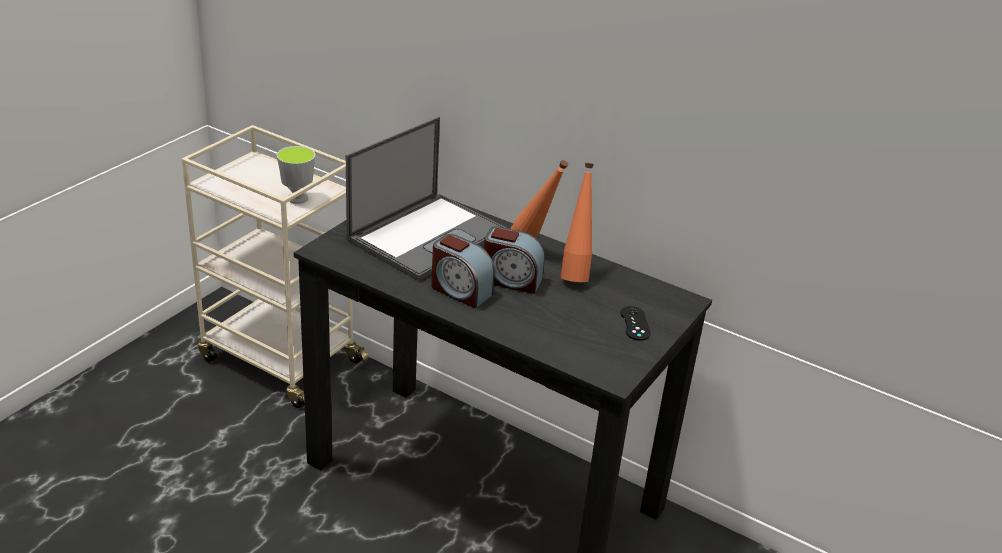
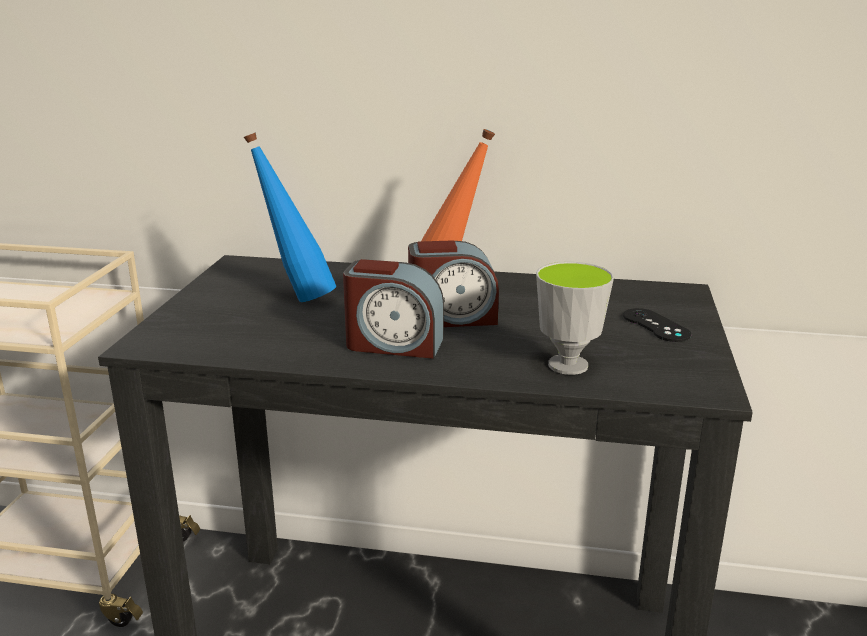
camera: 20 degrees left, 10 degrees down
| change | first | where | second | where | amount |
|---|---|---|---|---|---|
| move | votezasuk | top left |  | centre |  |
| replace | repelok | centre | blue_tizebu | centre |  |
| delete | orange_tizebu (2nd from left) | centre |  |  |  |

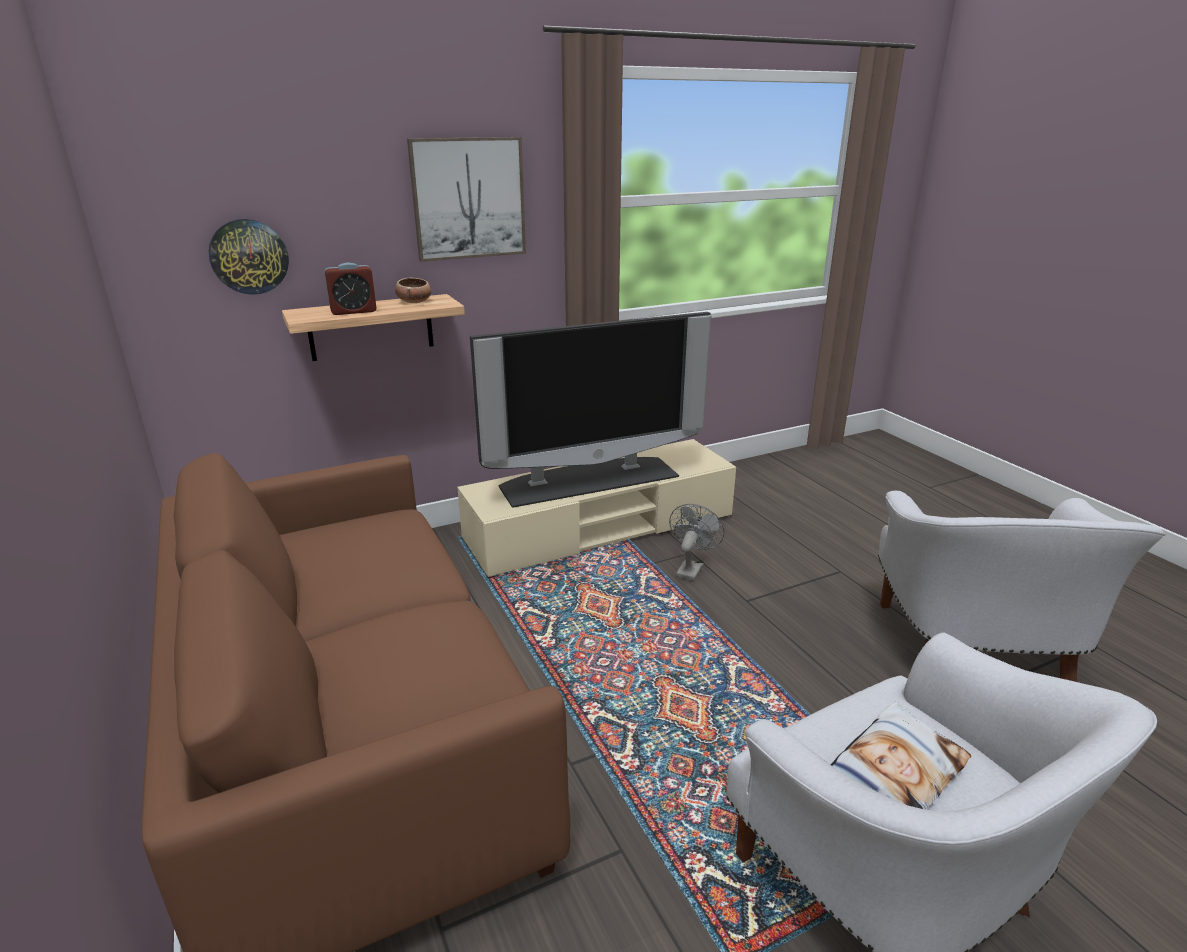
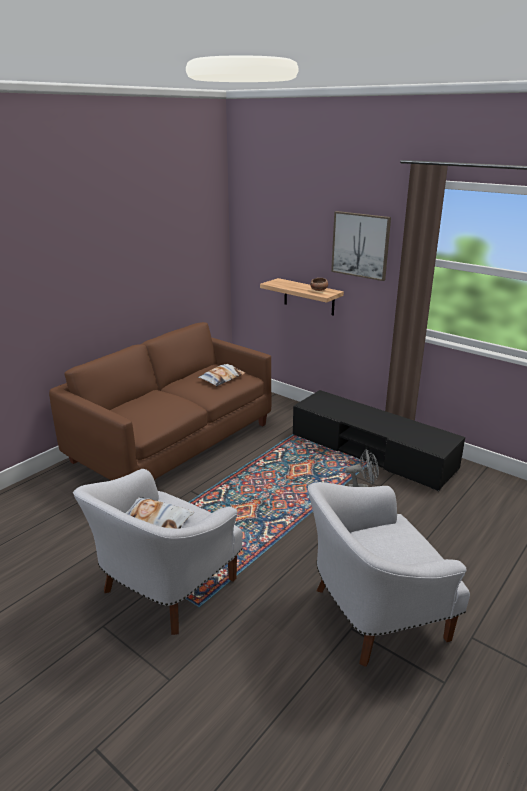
camera: 65 degrees right, 0 degrees up
| change | first | where | second | where | amount |
|---|---|---|---|---|---|
| delete | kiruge | top left |  |  |  |
| delete | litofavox | top left |  |  |  |
| recolor | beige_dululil | centre | black_dululil | middle right |  |
| delete | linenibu | centre |  |  |  |
| insert |  |  | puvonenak (2nd from left) | centre |  |

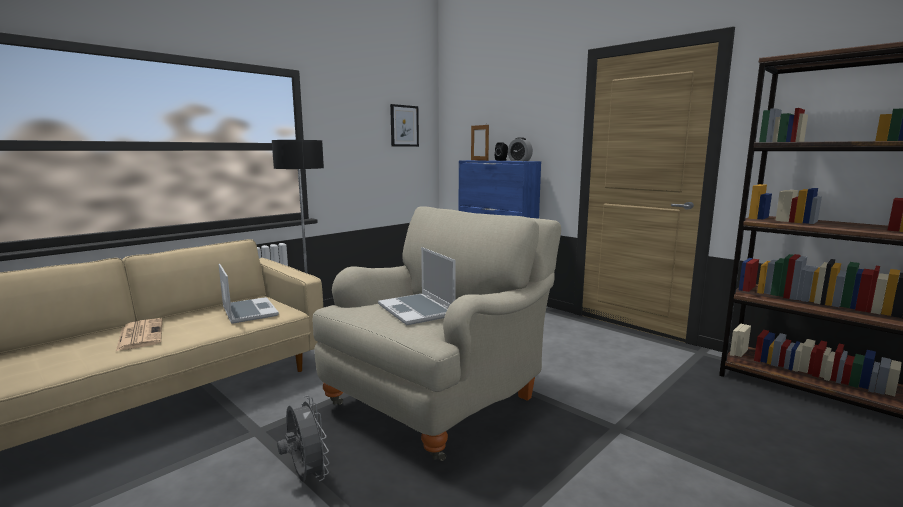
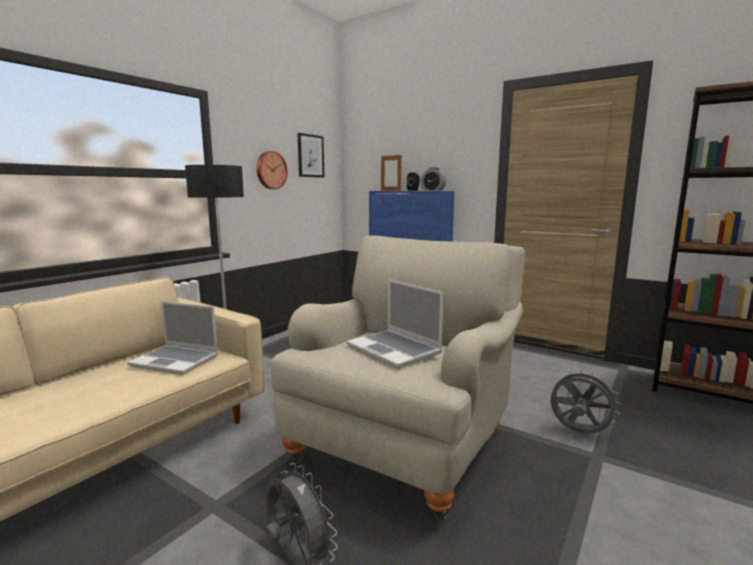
camera: 10 degrees left, 0 degrees up
| change | first | where | second | where | amount |
|---|---|---|---|---|---|
| delete | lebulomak | middle left |  |  |  |
| rotate | repelok (1st from left) | middle left |  | middle left | 150 degrees clockwise |
| insert |  |  | kiruge | top centre |  |
| insert |  |  | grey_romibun (2nd from left) | bottom right |  |

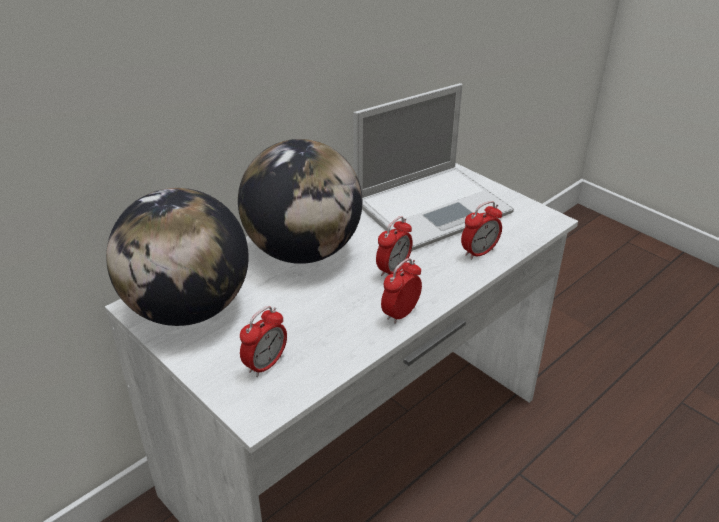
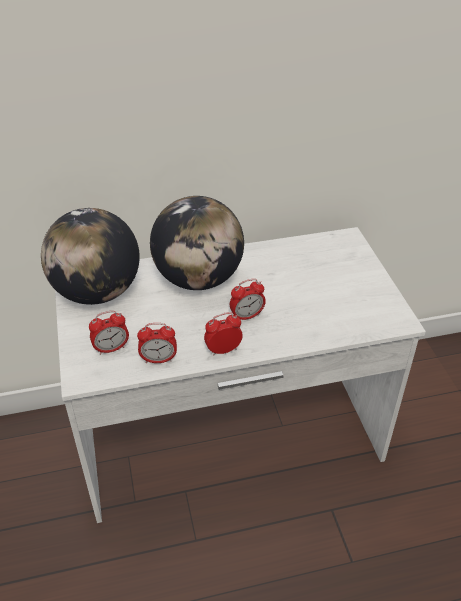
camera: 30 degrees right, 5 degrees up
| change | first | where | second | where | amount |
|---|---|---|---|---|---|
| delete | repelok | top centre |  |  |  |
| move | litofavox (4th from left in the first image) | middle right | litofavox (2nd from left) | centre |  |

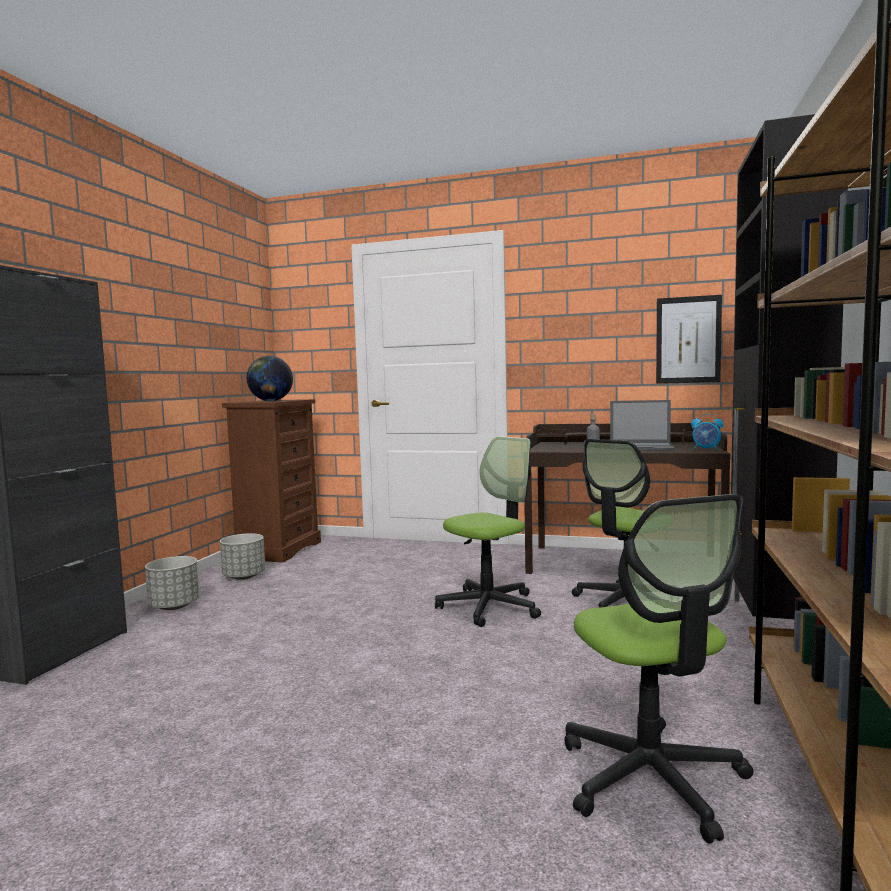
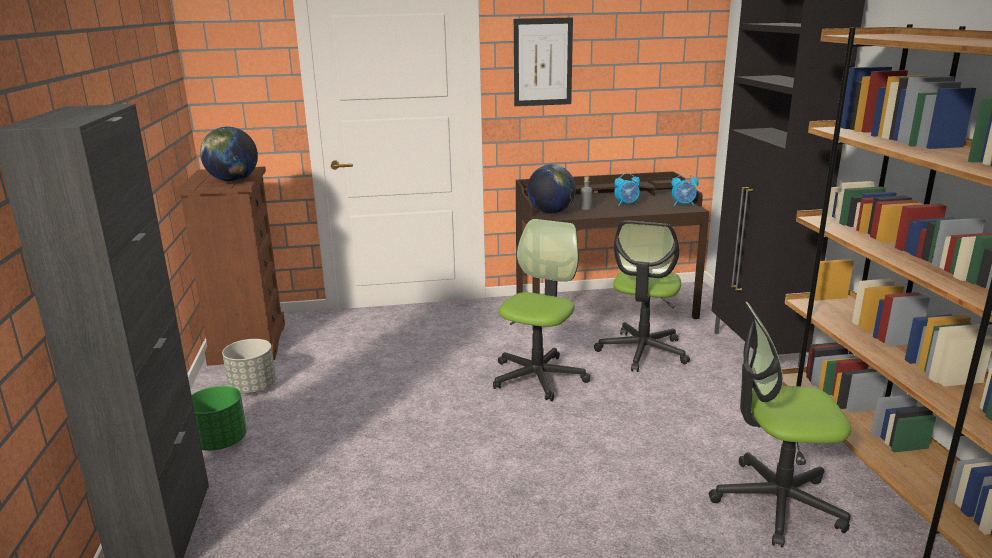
camera: 25 degrees left, 15 degrees up
| change | first | where | second | where | amount |
|---|---|---|---|---|---|
| recolor | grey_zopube (1st from left) | middle left | green_zopube | bottom left |  |
| rotate | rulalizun (3rd from left) | bottom right |  | bottom right | 135 degrees clockwise |
| replace | repelok | middle right | litofavox (1st from left) | centre |  |
| move | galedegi | middle right |  | top centre |  |
| insert |  |  | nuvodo (2nd from left) | centre |  |

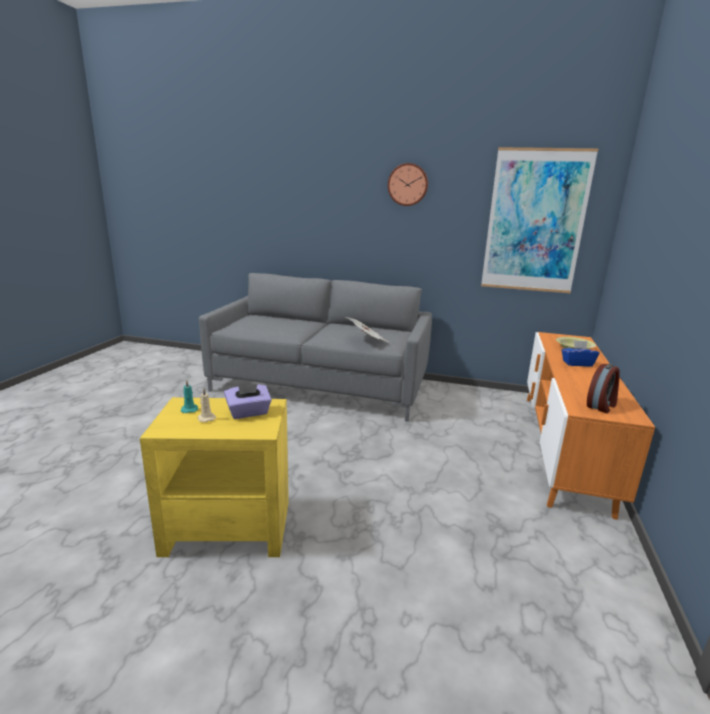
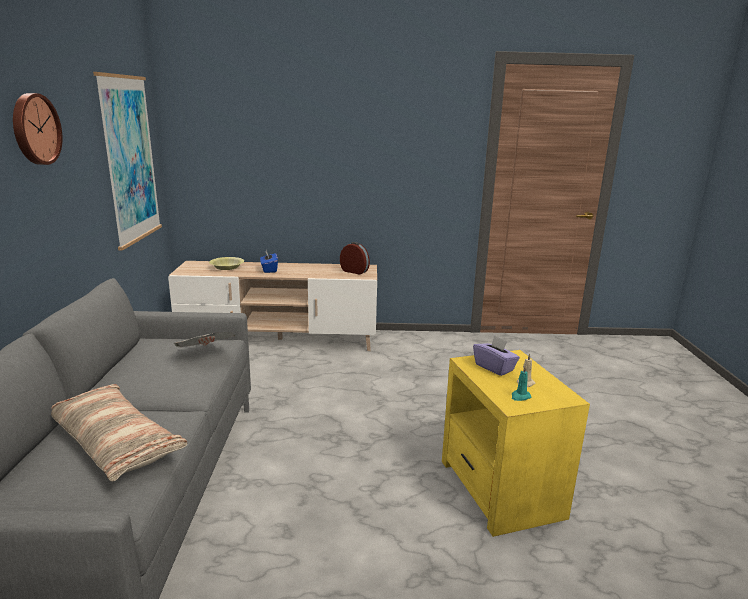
camera: 105 degrees left, 0 degrees up
| change | first | where | second | where | amount |
|---|---|---|---|---|---|
| recolor | orange_dululil | middle right | beige_dululil | centre |  |
| insert |  |  | puvonenak | bottom left |  |

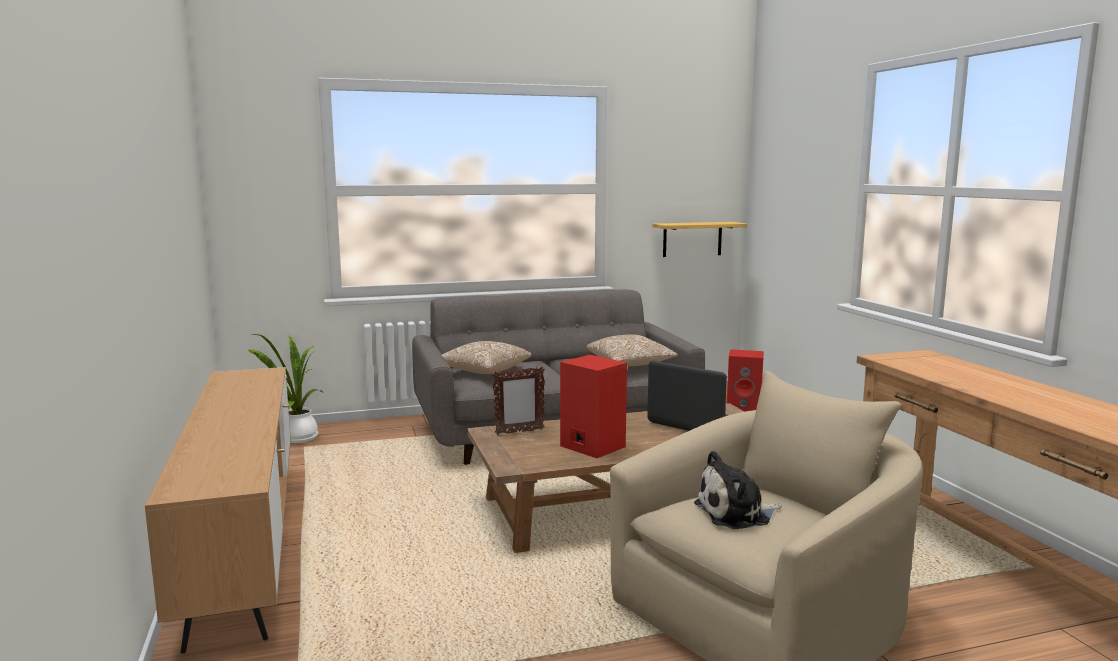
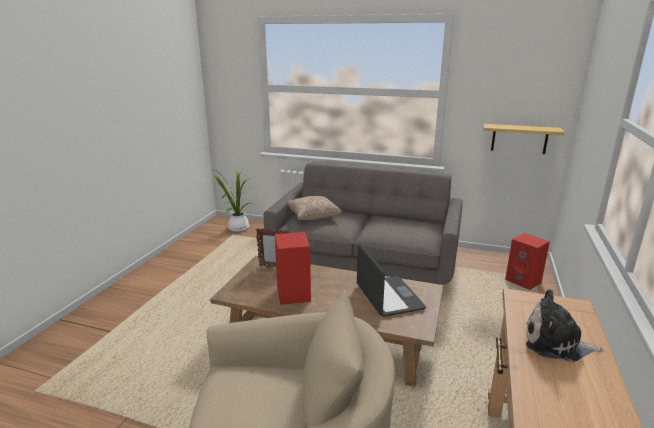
camera: 35 degrees right, 10 degrees up
| change | first | where | second | where | amount |
|---|---|---|---|---|---|
| delete | brown_dululil | bottom left |  |  |  |
| delete | puvonenak (2nd from left) | centre |  |  |  |
| move | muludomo | bottom centre |  | bottom right |  |

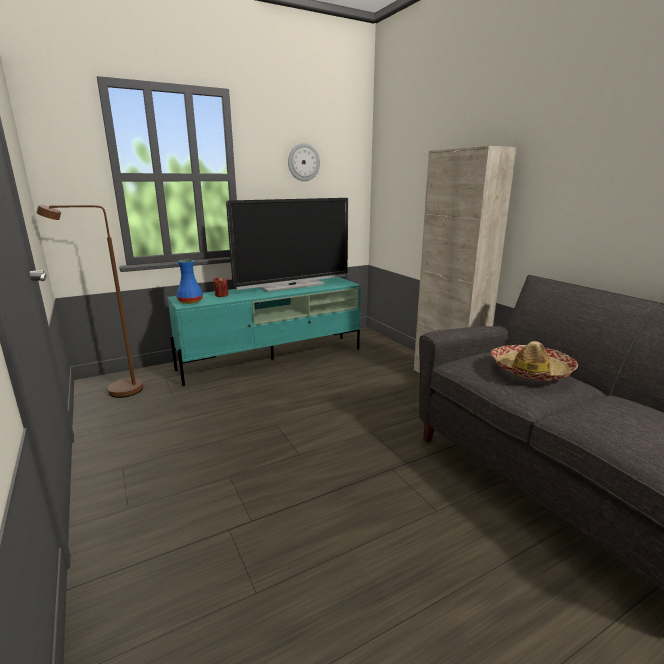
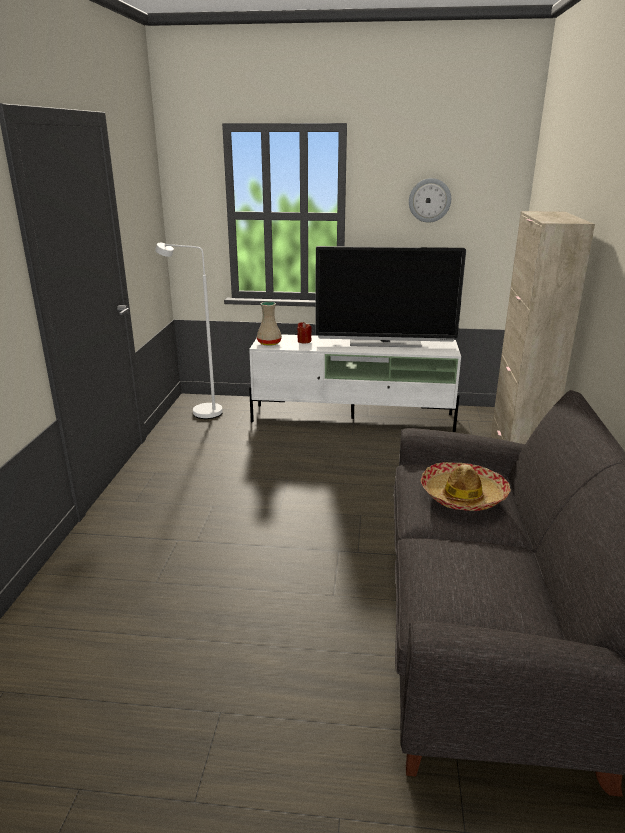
camera: 35 degrees right, 5 degrees up
| change | first | where | second | where | amount |
|---|---|---|---|---|---|
| recolor | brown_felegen | middle left | white_felegen | middle left |  |
| recolor | turquoise_dululil | centre | white_dululil | centre |  |
| recolor | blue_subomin | middle left | beige_subomin | centre |  |

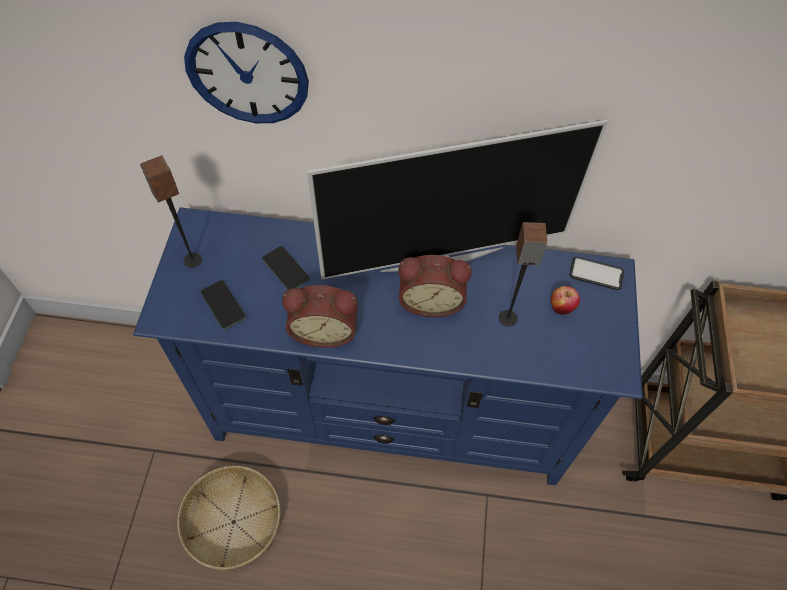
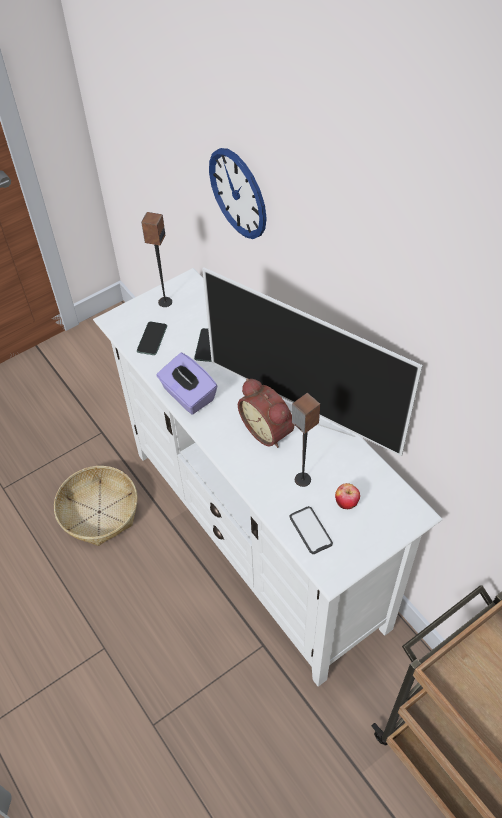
camera: 50 degrees right, 5 degrees down
| change | first | where | second | where | amount |
|---|---|---|---|---|---|
| recolor | blue_dululil | centre | white_dululil | centre |  |
| replace | litofavox (1st from left) | centre | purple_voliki | centre |  |
| move | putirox (3rd from left) | middle right |  | centre |  |

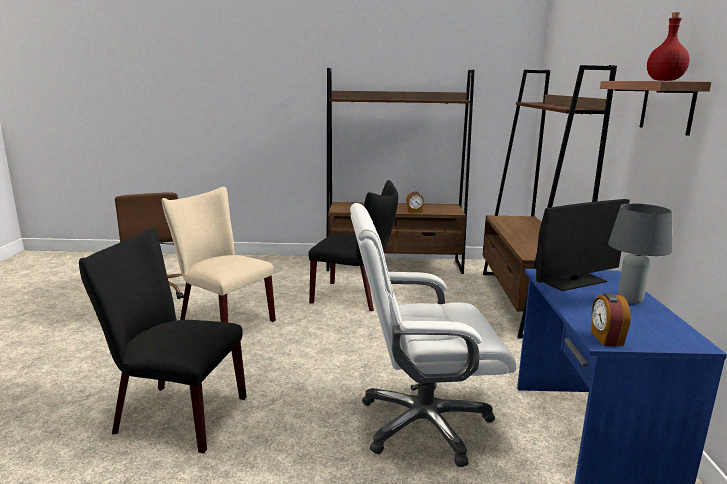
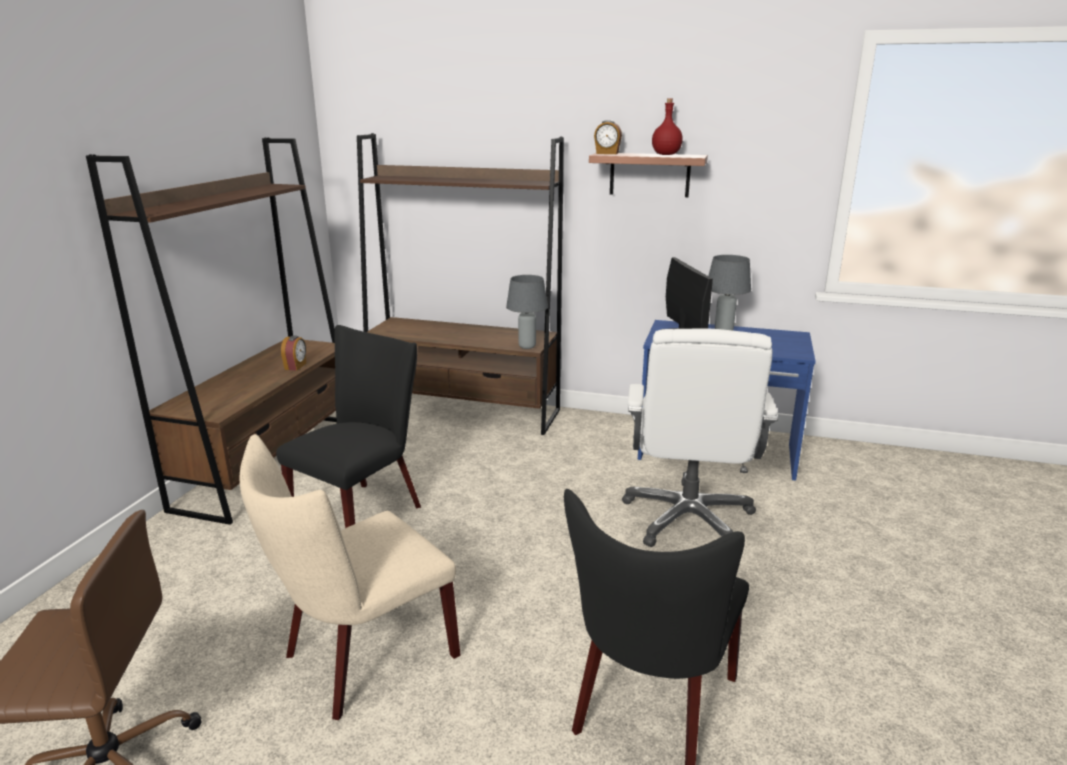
camera: 75 degrees left, 5 degrees up
| change | first | where | second | where | amount |
|---|---|---|---|---|---|
| move | litofavox (2nd from left) | middle right |  | top centre |  |
| insert |  |  | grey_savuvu (1st from left) | centre |  |

